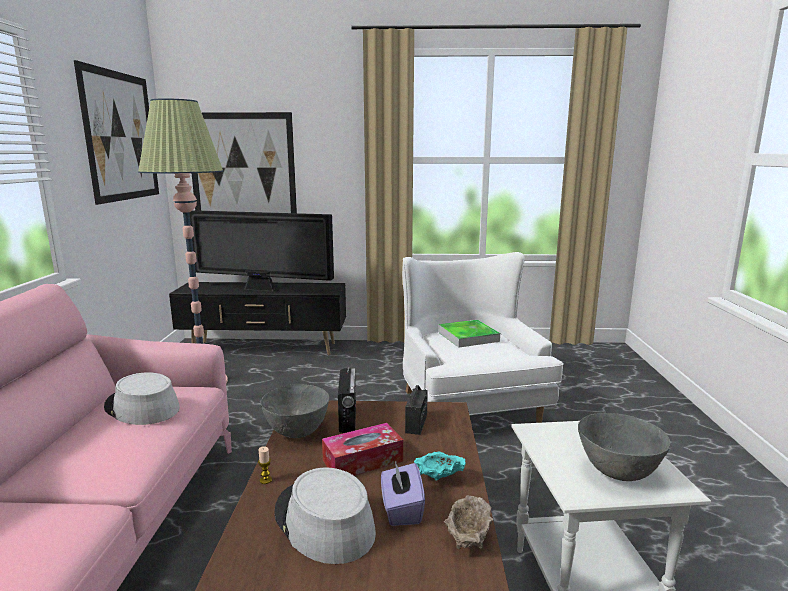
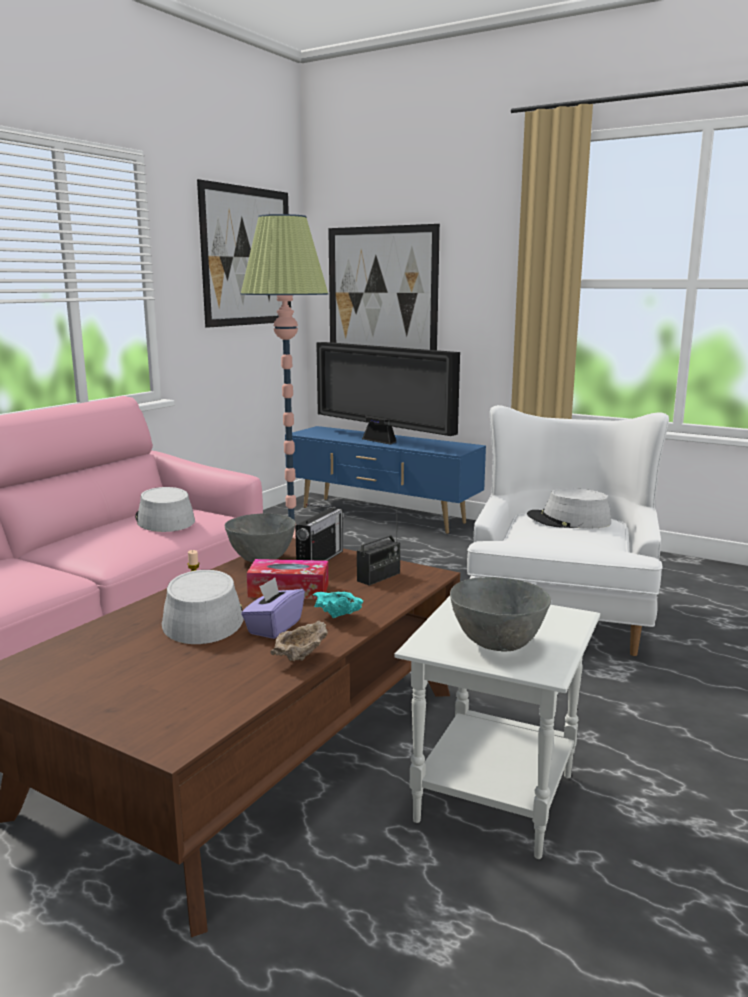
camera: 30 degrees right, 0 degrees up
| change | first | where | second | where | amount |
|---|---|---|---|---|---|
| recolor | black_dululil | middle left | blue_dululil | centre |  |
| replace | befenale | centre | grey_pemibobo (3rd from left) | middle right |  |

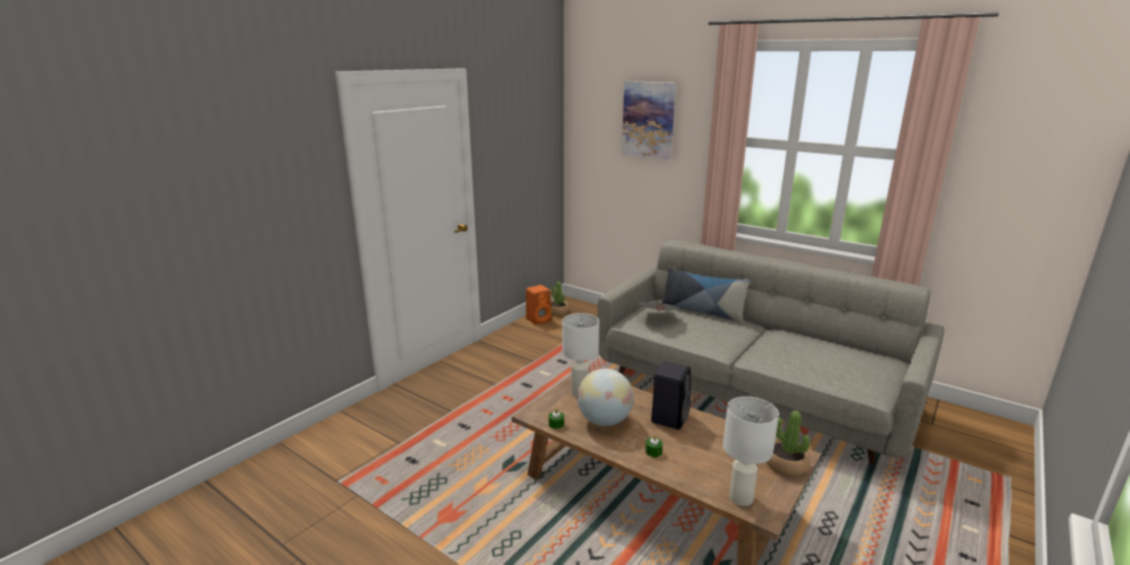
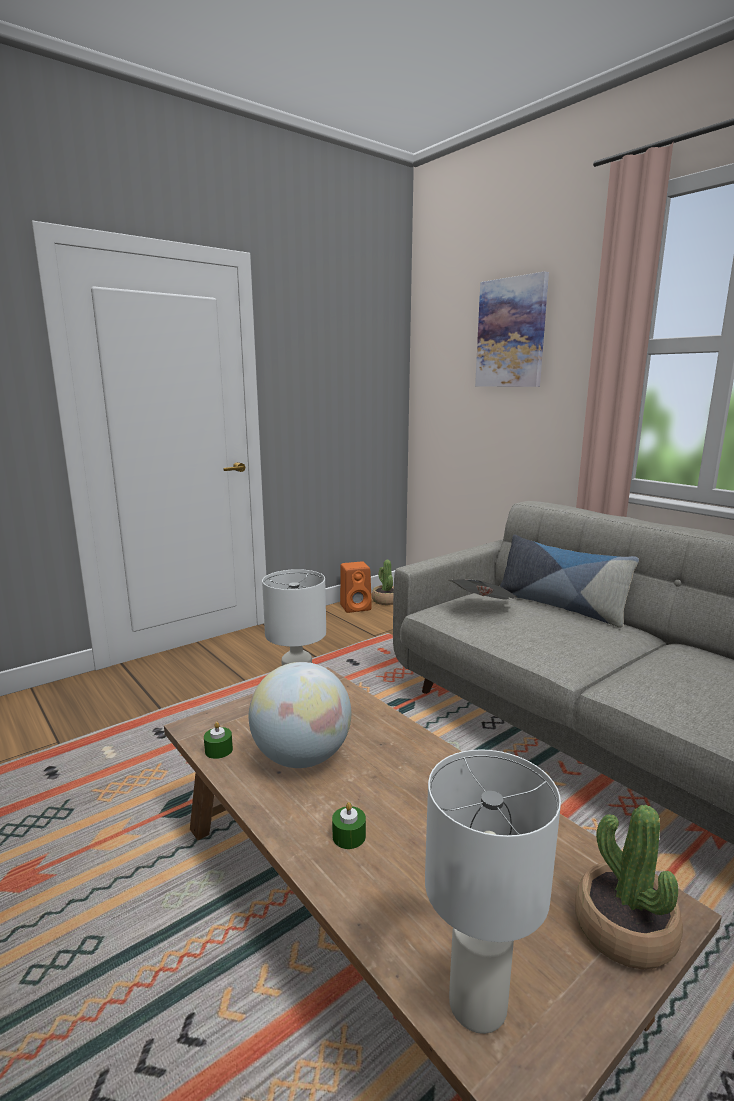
camera: 15 degrees right, 5 degrees down
| change | first | where | second | where | amount |
|---|---|---|---|---|---|
| delete | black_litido | bottom centre |  |  |  |

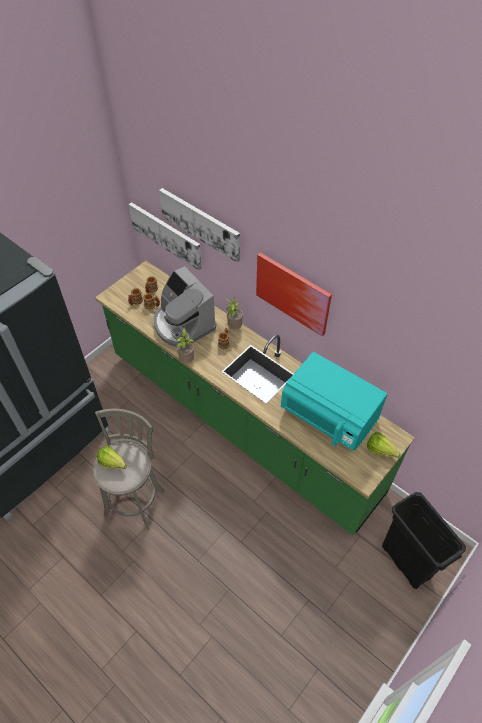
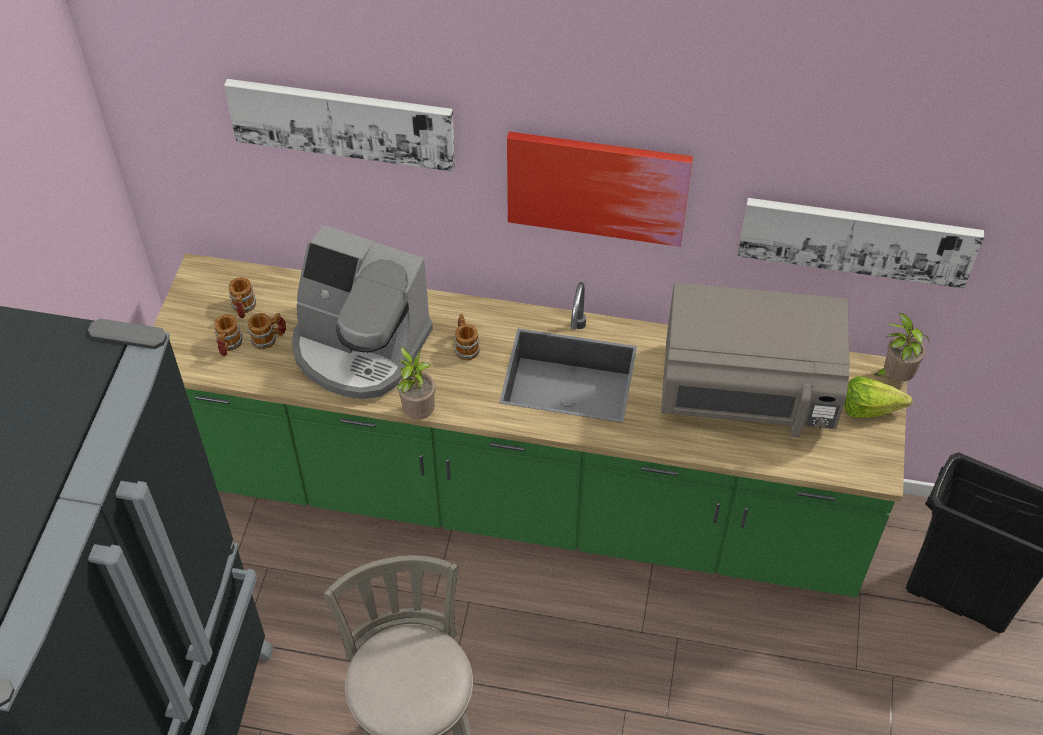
camera: 30 degrees left, 0 degrees up
| change | first | where | second | where | amount |
|---|---|---|---|---|---|
| delete | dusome (1st from left) | middle left |  |  |  |
| move | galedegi (1st from left in the first image) | top centre | galedegi (3rd from left) | top right |  |
| move | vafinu (2nd from left) | centre |  | middle right |  |
| recolor | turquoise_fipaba | middle right | grey_fipaba | middle right |  |

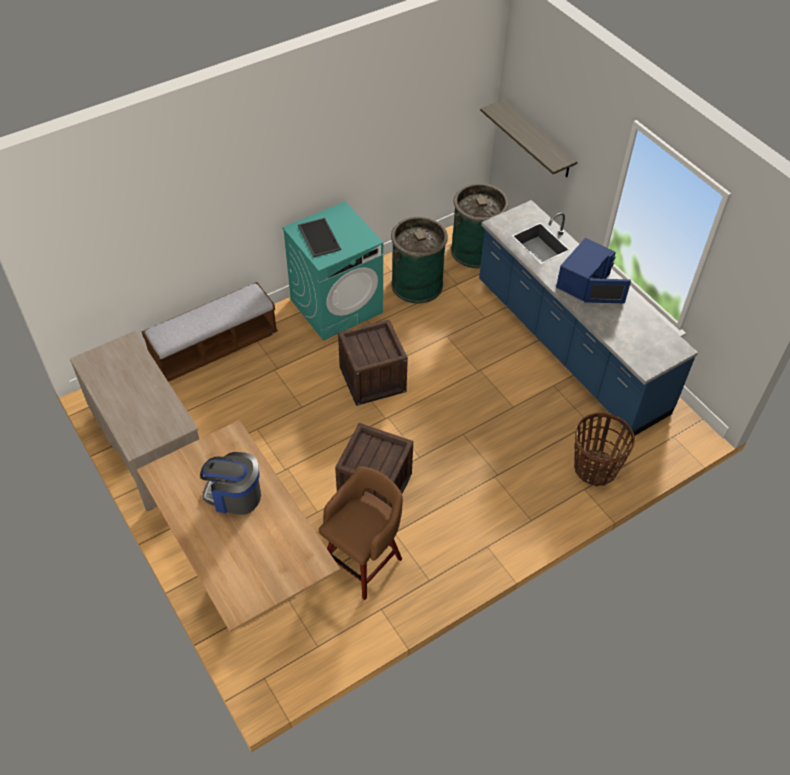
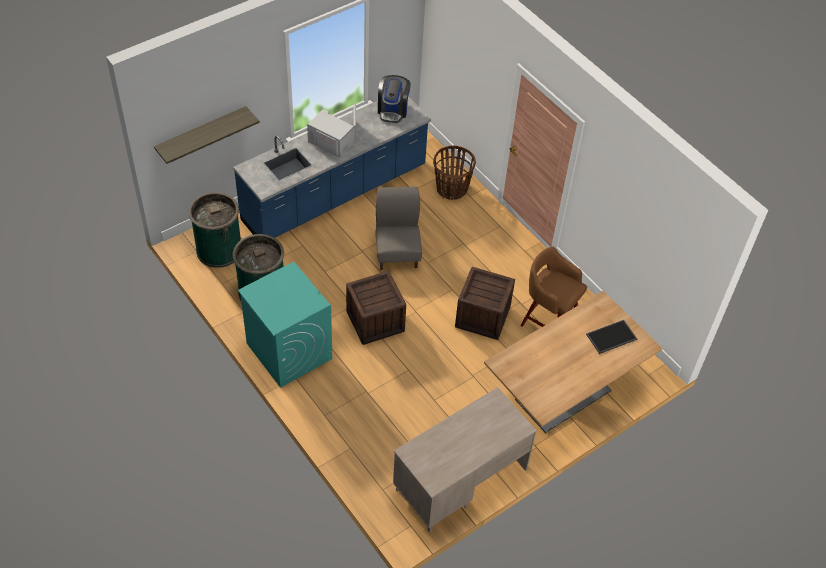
camera: 95 degrees left, 0 degrees up
| change | first | where | second | where | amount |
|---|---|---|---|---|---|
| delete | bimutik | middle left |  |  |  |
| move | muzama | middle left |  | top centre |  |
| move | befenale | top centre |  | middle right |  |
| recolor | blue_fipaba | middle right | white_fipaba | top centre |  |
| insert |  |  | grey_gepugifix | centre |  |

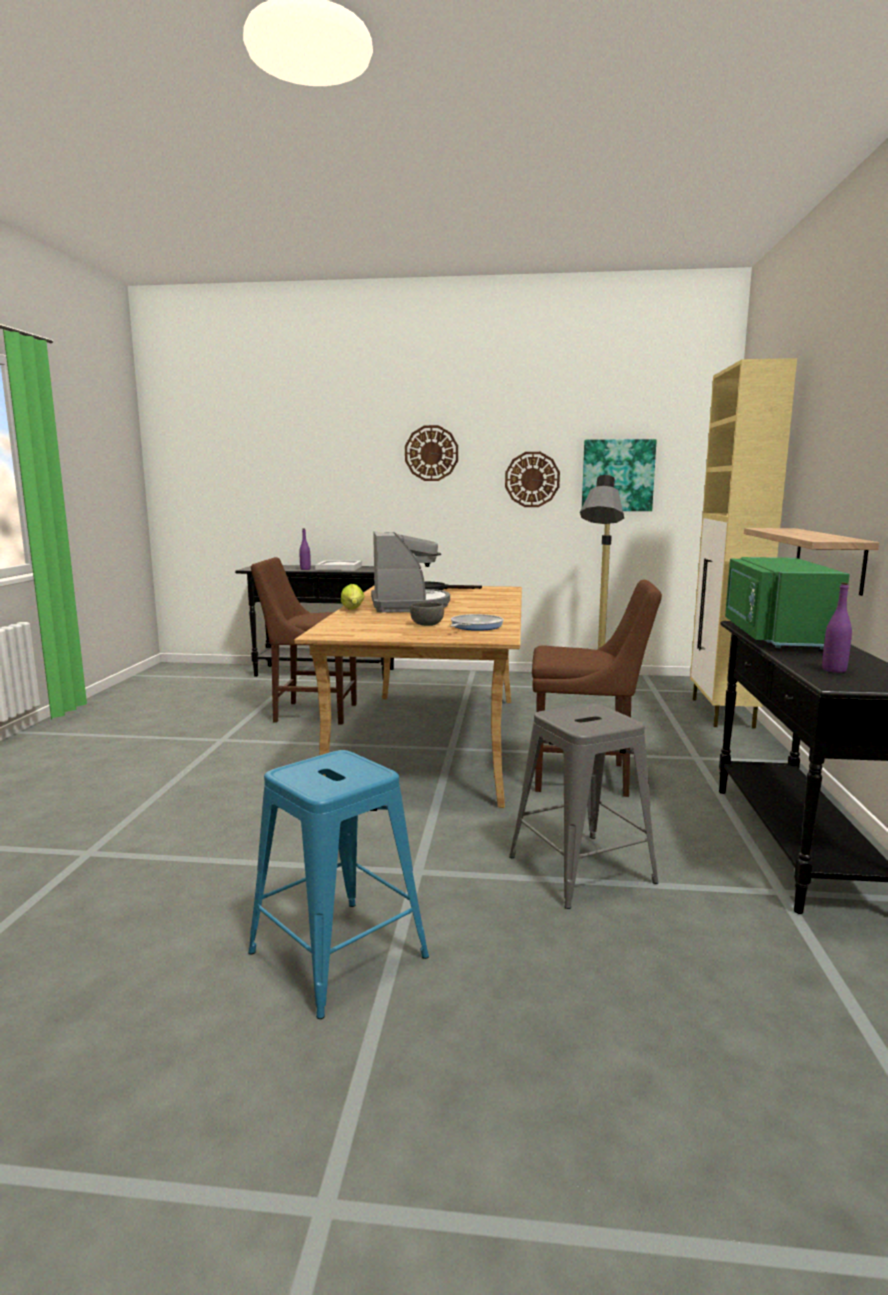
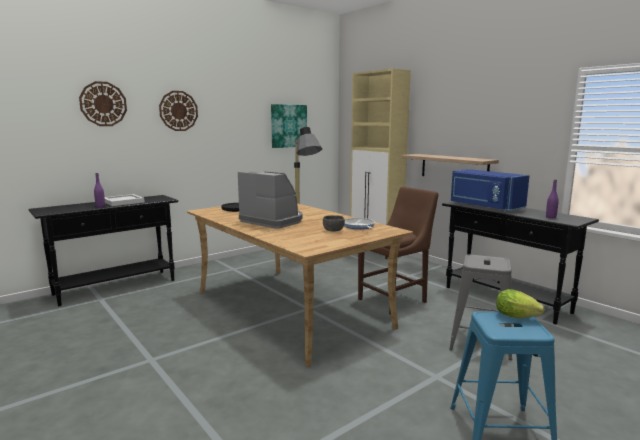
camera: 45 degrees left, 0 degrees up
| change | first | where | second | where | amount |
|---|---|---|---|---|---|
| delete | brown_gepugifix (1st from left) | centre |  |  |  |
| move | dusome | centre |  | bottom right |  |
| move | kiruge (2nd from left in the first image) | centre | kiruge (1st from left) | top left |  |
| recolor | green_fipaba | middle right | blue_fipaba | middle right |  |

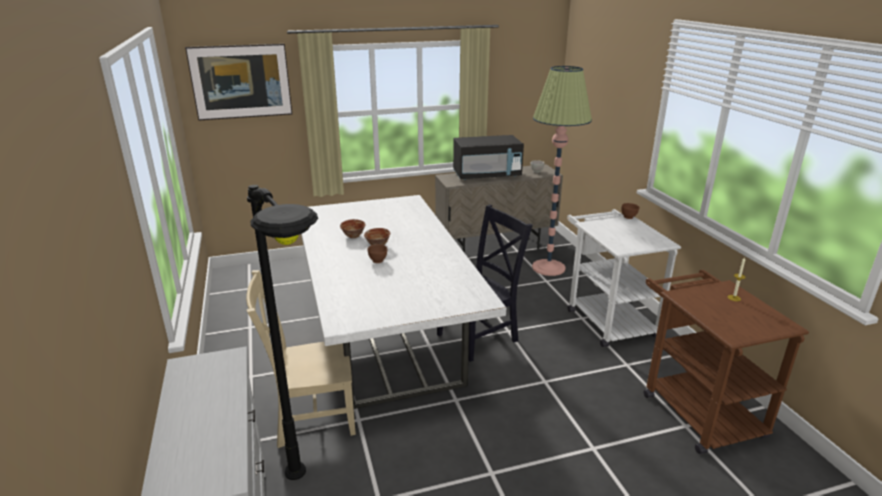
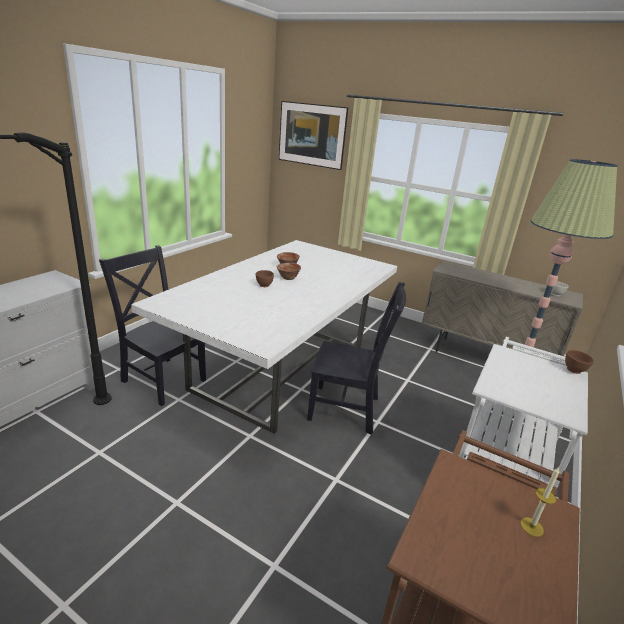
camera: 45 degrees right, 0 degrees up
| change | first | where | second | where | amount |
|---|---|---|---|---|---|
| recolor | beige_gepugifix | bottom centre | black_gepugifix (1st from left) | middle left |  |
| delete | black_fipaba | top centre |  |  |  |

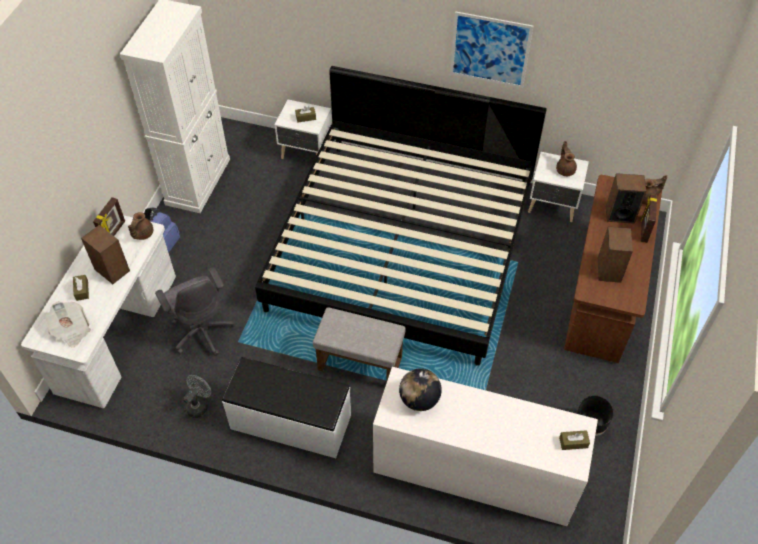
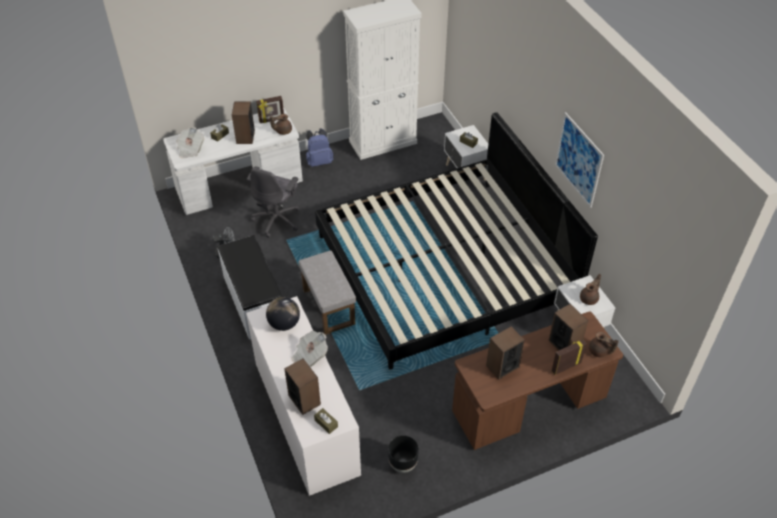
camera: 50 degrees right, 5 degrees down
| change | first | where | second | where | amount |
|---|---|---|---|---|---|
| insert |  |  | litido (2nd from left) | bottom centre |  |
| insert |  |  | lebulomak (2nd from left) | bottom centre |  |

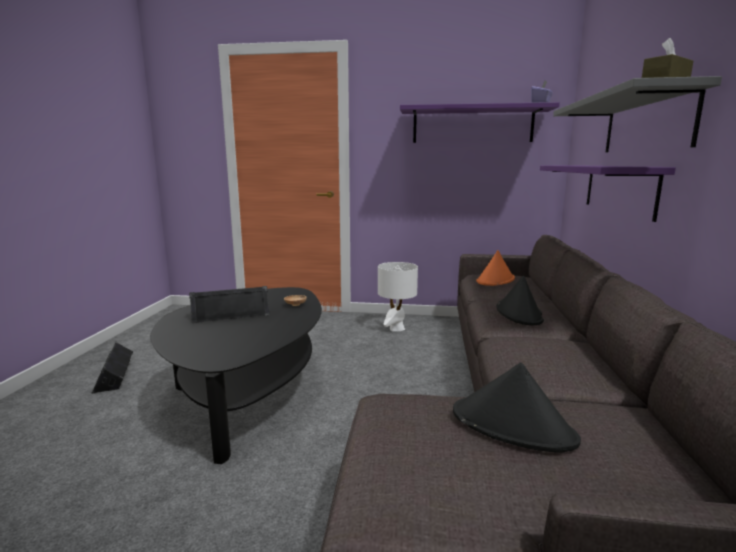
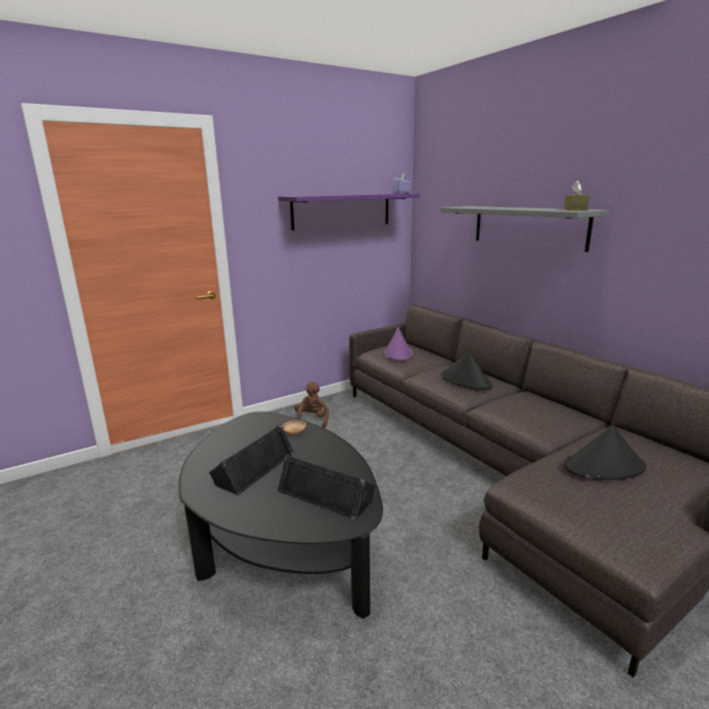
camera: 40 degrees left, 5 degrees up
| change | first | where | second | where | amount |
|---|---|---|---|---|---|
| move | black_litido (1st from left in the first image) | bottom left | black_litido (2nd from left) | bottom centre |  |
| replace | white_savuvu | centre | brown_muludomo | centre |  |
| recolor | orange_pemibobo | middle right | purple_pemibobo | centre |  |
| delete | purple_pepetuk (2nd from left) | middle right |  |  |  |

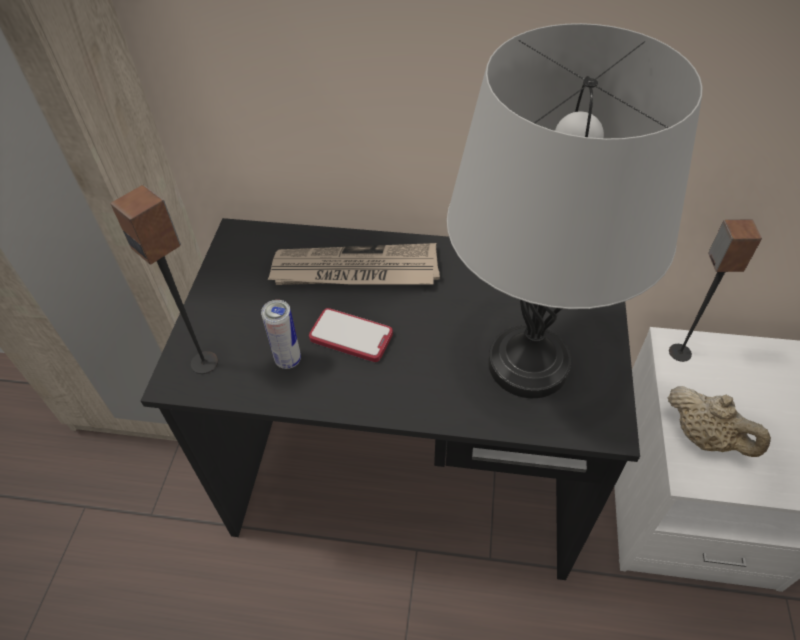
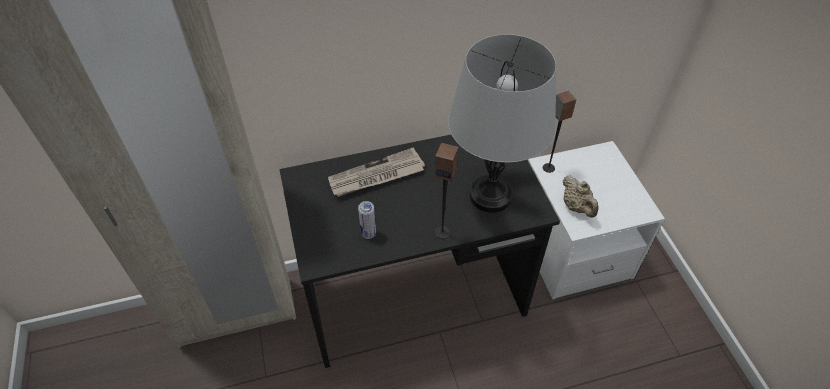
camera: 25 degrees left, 0 degrees up
| change | first | where | second | where | amount |
|---|---|---|---|---|---|
| move | litido (1st from left) | middle left |  | centre |  |
| delete | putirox | centre |  |  |  |
| rotate | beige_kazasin | middle right |  | middle right | 45 degrees clockwise |

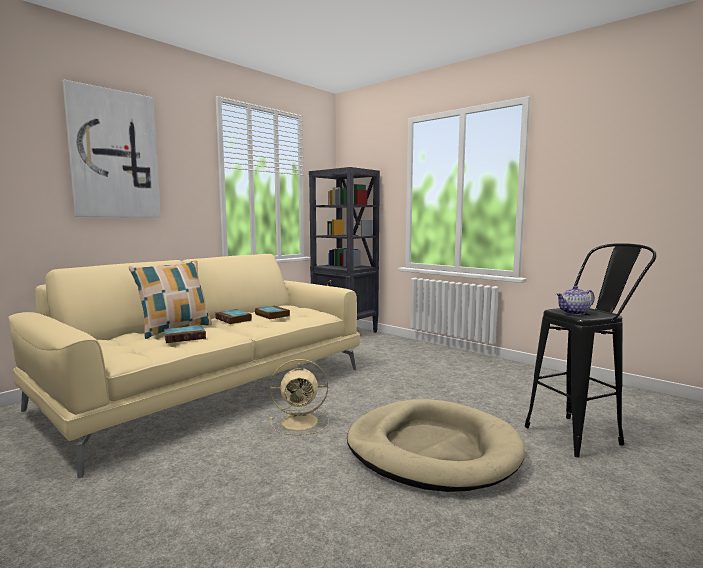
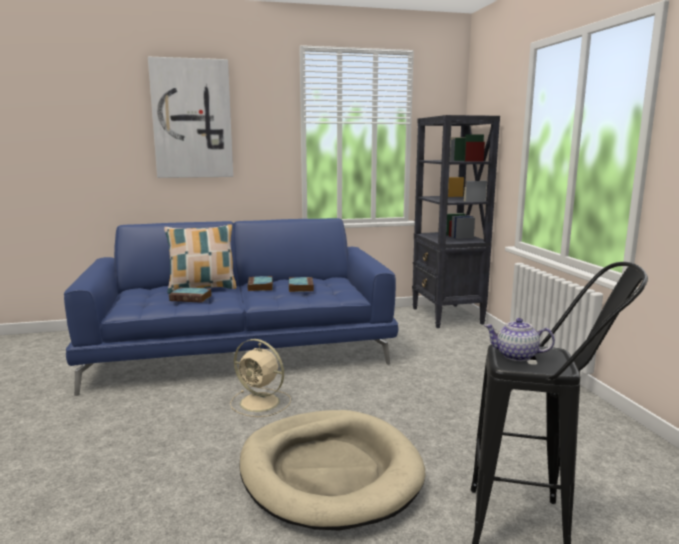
camera: 35 degrees right, 5 degrees up
| change | first | where | second | where | amount |
|---|---|---|---|---|---|
| recolor | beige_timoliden | middle left | blue_timoliden | centre |  |

